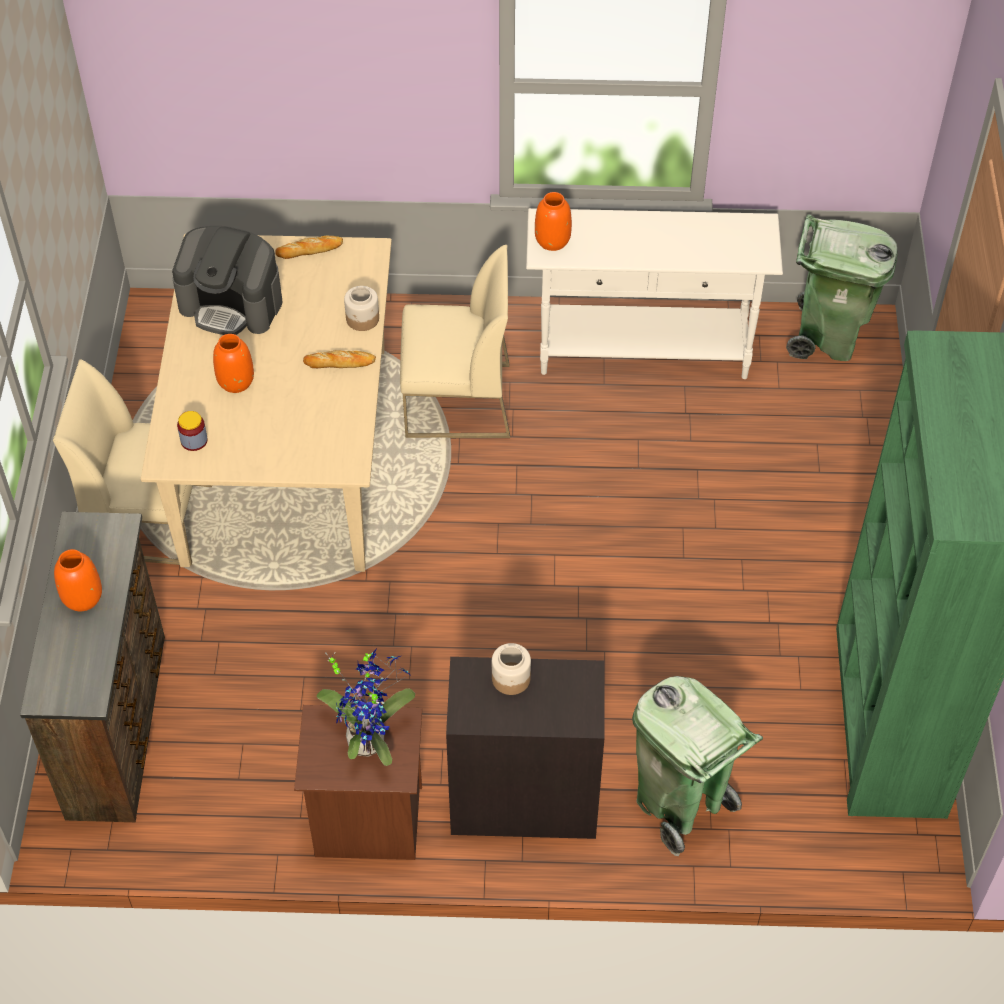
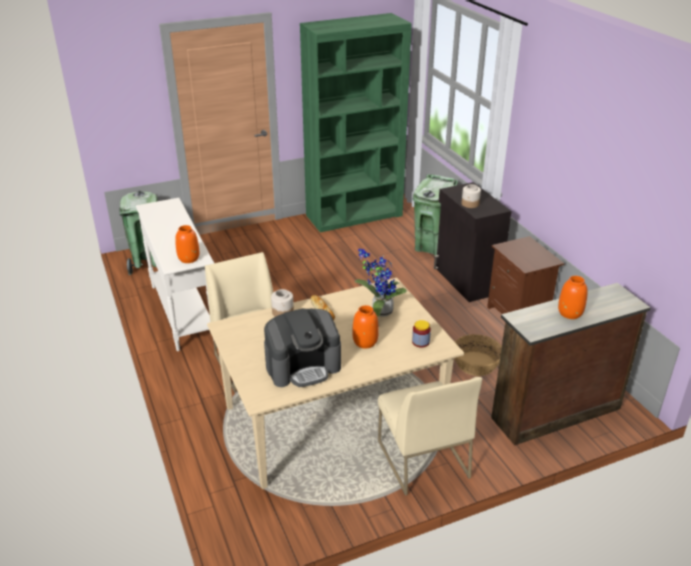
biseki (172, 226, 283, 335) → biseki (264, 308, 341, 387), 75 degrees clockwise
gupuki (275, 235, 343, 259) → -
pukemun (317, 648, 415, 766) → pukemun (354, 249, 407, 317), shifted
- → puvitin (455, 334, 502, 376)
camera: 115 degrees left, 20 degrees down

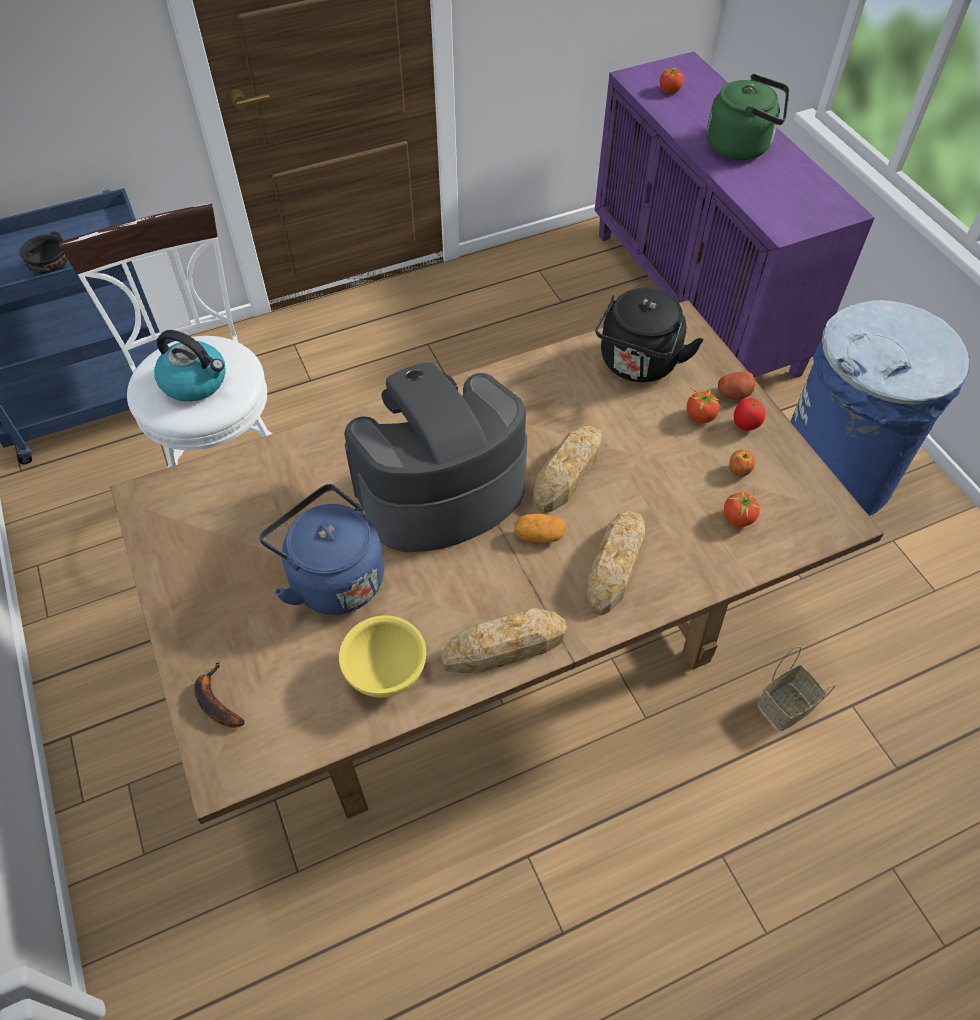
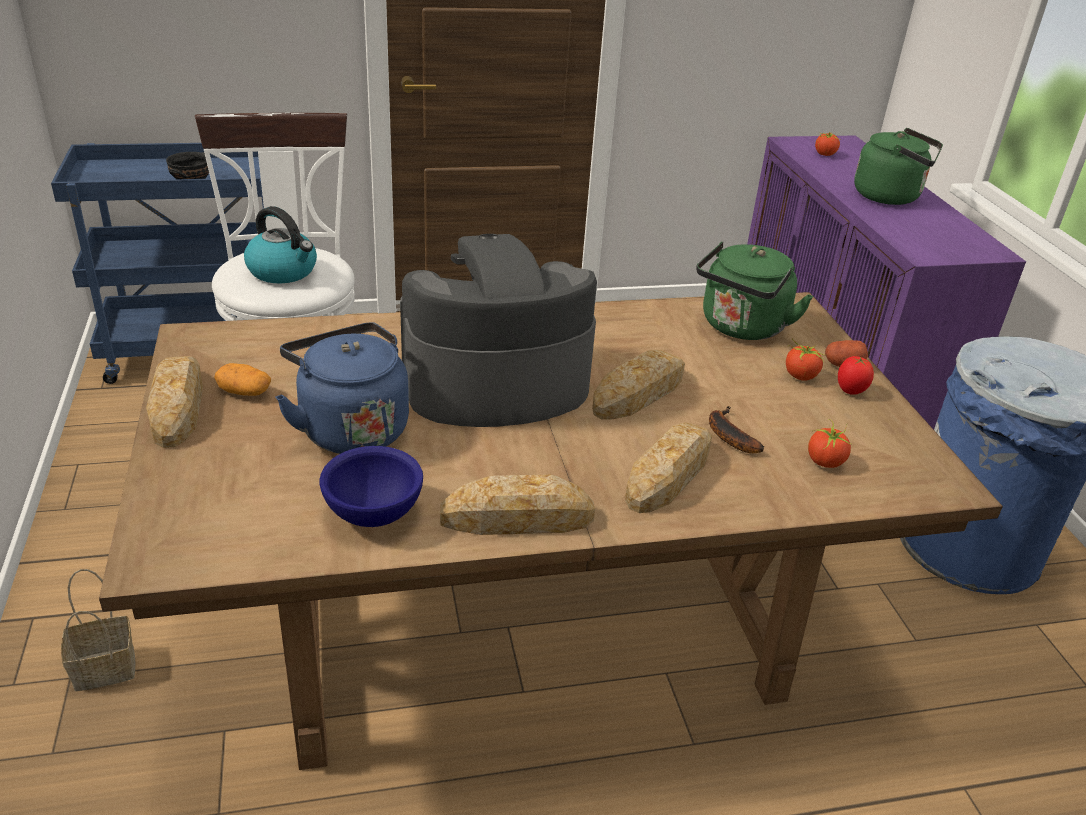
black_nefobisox (595, 288, 704, 382) → green_nefobisox (696, 242, 814, 340)
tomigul (729, 450, 756, 477) → -
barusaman (514, 513, 566, 543) → barusaman (214, 363, 271, 396), shifted
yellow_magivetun (339, 615, 426, 698) → blue_magivetun (319, 446, 423, 527)
puvitin (758, 646, 836, 731) → puvitin (61, 569, 135, 691), shifted
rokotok (194, 662, 245, 728) → rokotok (709, 406, 764, 453), shifted
- → gupuki (146, 356, 203, 448)
camera: 10 degrees right, 20 degrees down

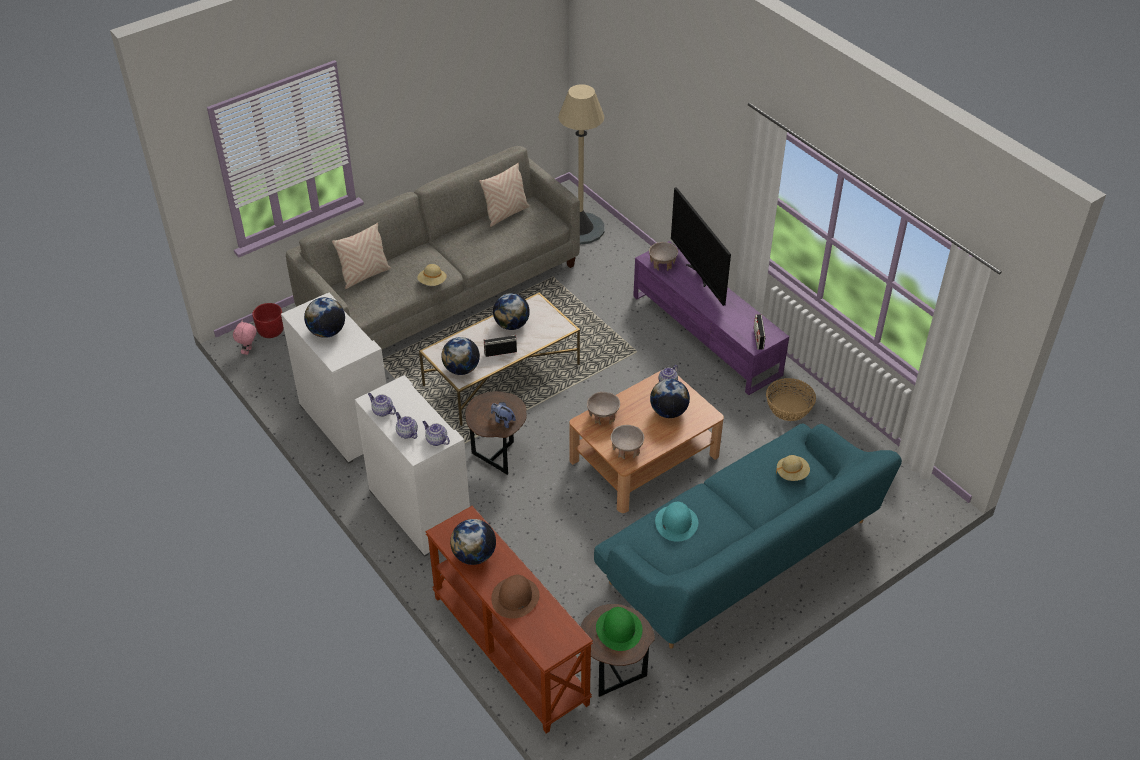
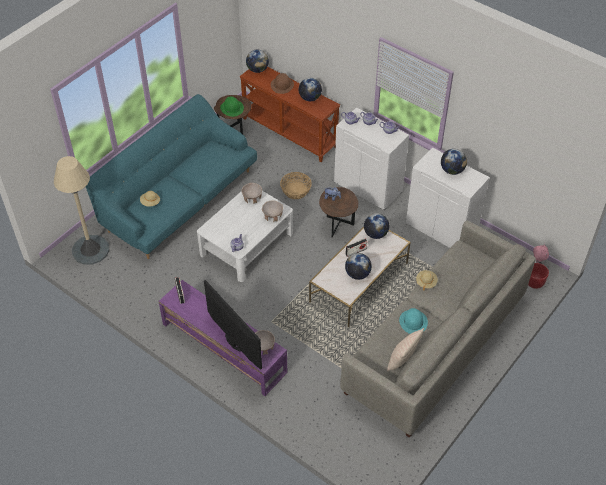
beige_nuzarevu (558, 84, 605, 244) → beige_nuzarevu (54, 156, 110, 265), shifted
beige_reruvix (332, 223, 391, 289) → -
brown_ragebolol (569, 370, 724, 513) → white_ragebolol (197, 191, 293, 282)
puvitin (766, 378, 816, 421) → puvitin (280, 172, 312, 199), shifted
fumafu (650, 379, 690, 418) → fumafu (246, 50, 269, 73), shifted
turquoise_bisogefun (655, 502, 698, 542) → turquoise_bisogefun (399, 308, 428, 334), shifted
camera: 165 degrees right, 5 degrees up

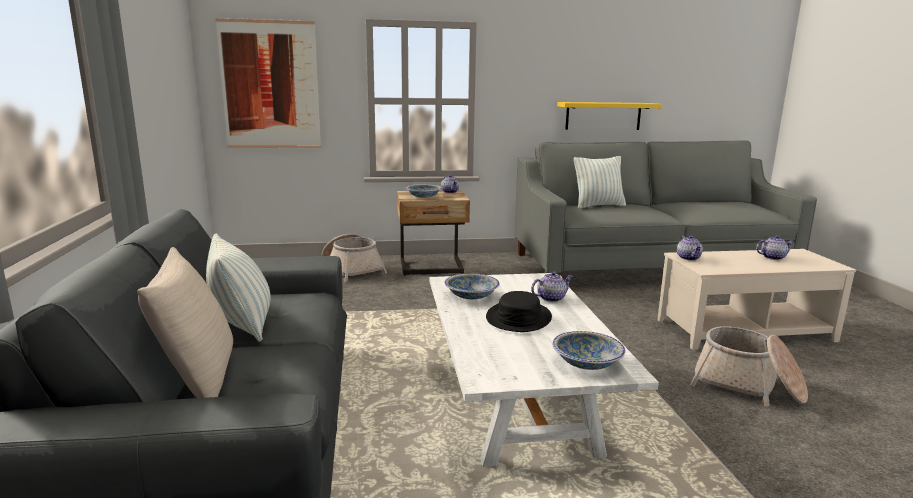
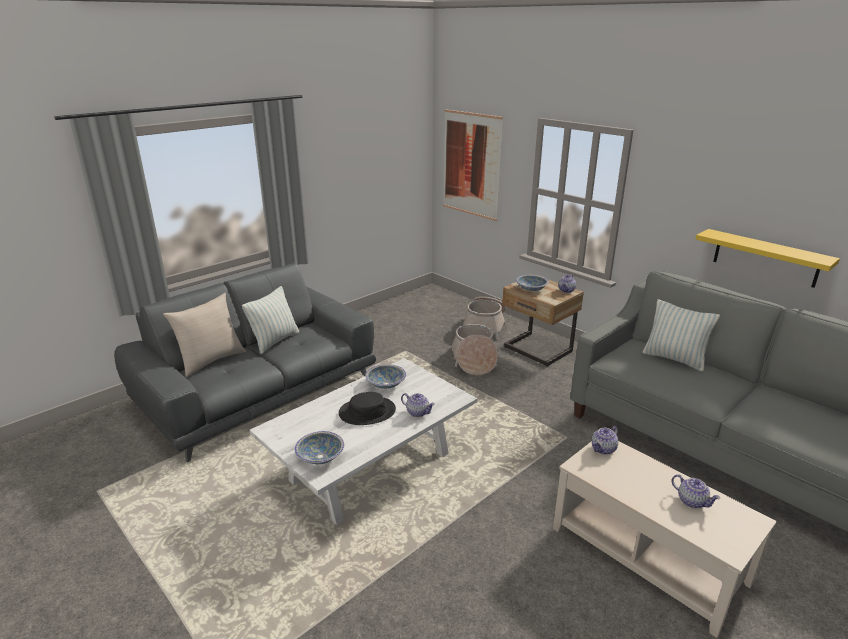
puvitin (690, 326, 808, 406) → puvitin (451, 324, 498, 375), shifted
camera: 55 degrees right, 10 degrees up

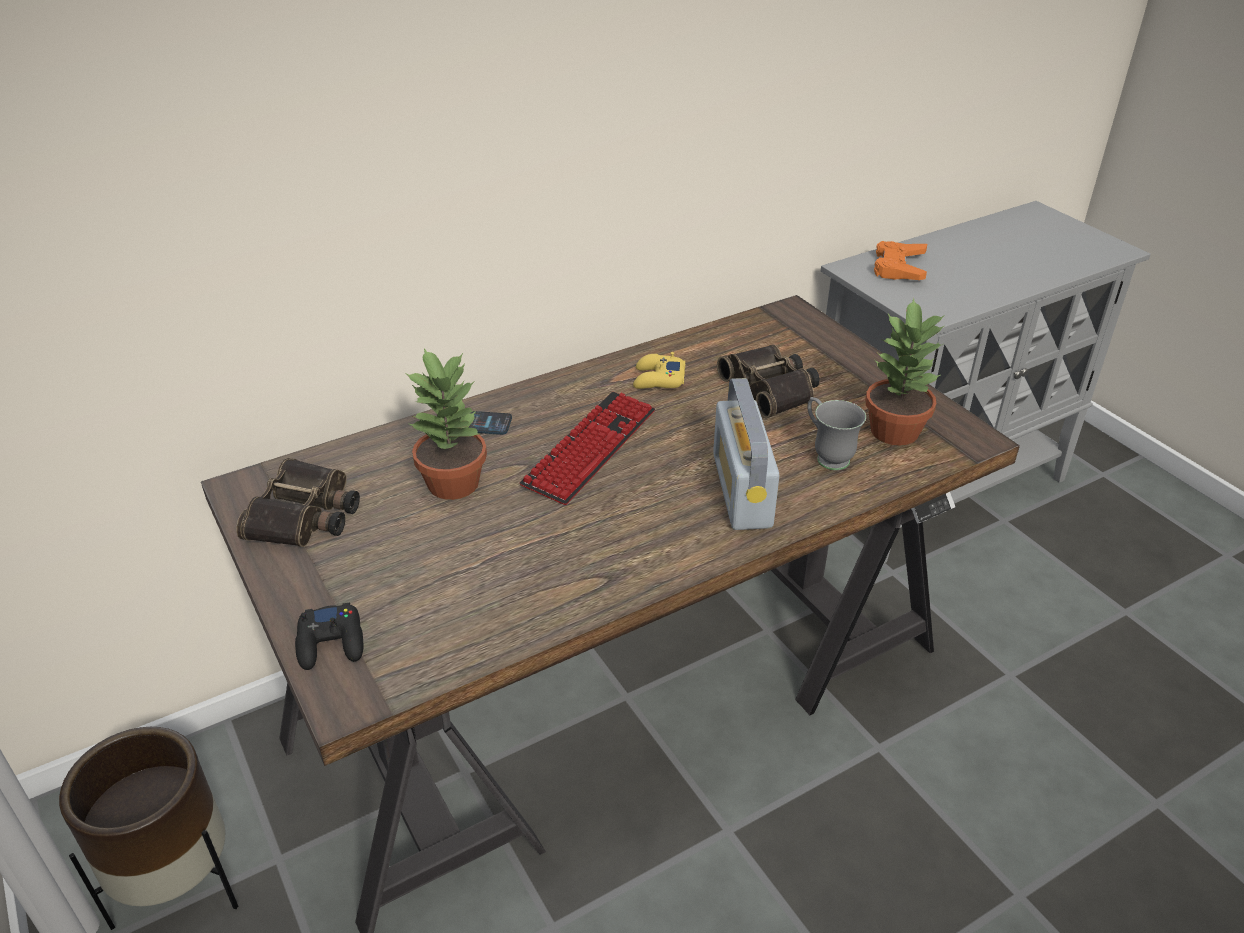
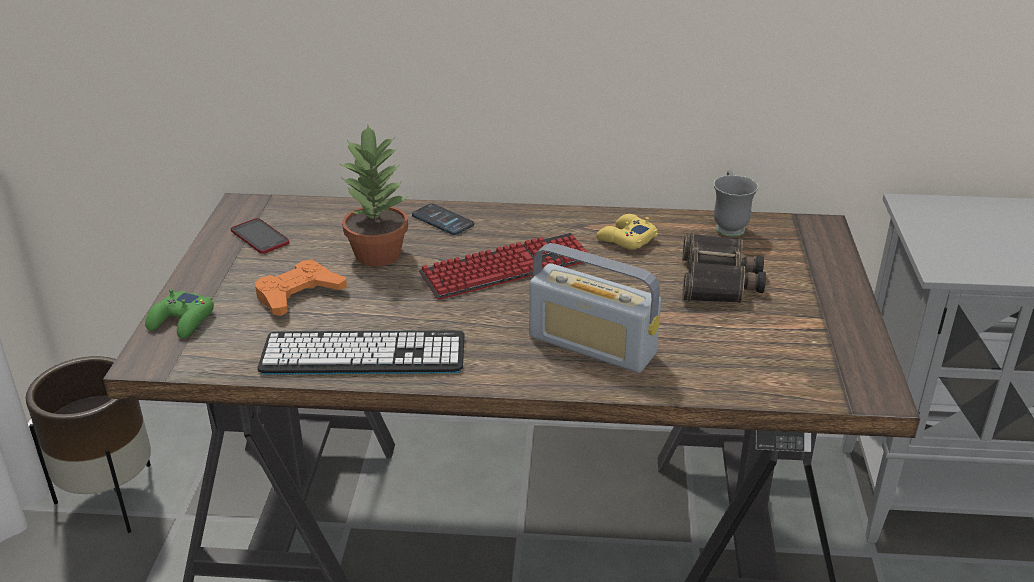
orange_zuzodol (874, 241, 927, 280) → orange_zuzodol (255, 260, 347, 316), shifted
pukemun (865, 298, 945, 446) → -
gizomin (713, 378, 779, 530) → gizomin (529, 243, 661, 373), 90 degrees counterclockwise
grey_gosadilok (807, 397, 866, 470) → grey_gosadilok (714, 170, 758, 237), shifted
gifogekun (236, 458, 360, 547) → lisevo (231, 218, 290, 254)
black_zuzodol (295, 602, 363, 670) → green_zuzodol (145, 289, 214, 339)
- → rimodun (257, 330, 465, 375)
camera: 35 degrees right, 5 degrees down

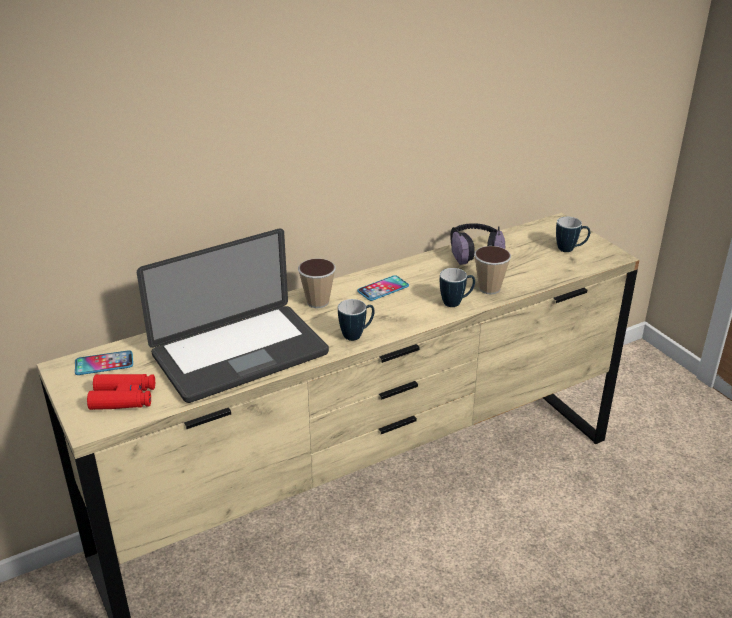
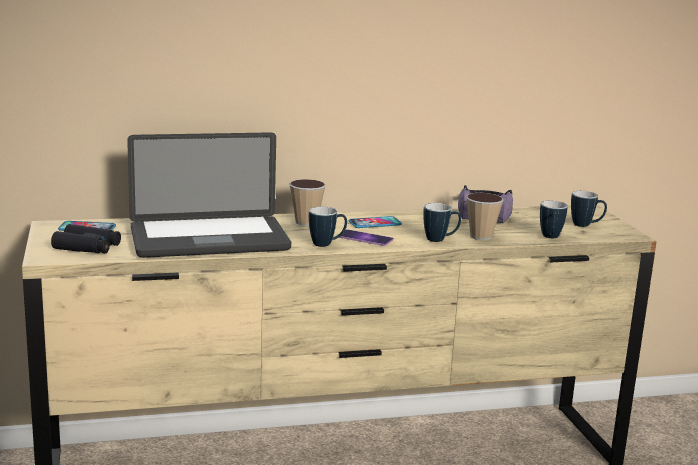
red_gifogekun (87, 374, 155, 410) → black_gifogekun (51, 224, 121, 253)
- → gosadilok (540, 201, 568, 238)
- → lisevo (338, 229, 394, 246)
camera: 15 degrees right, 15 degrees down

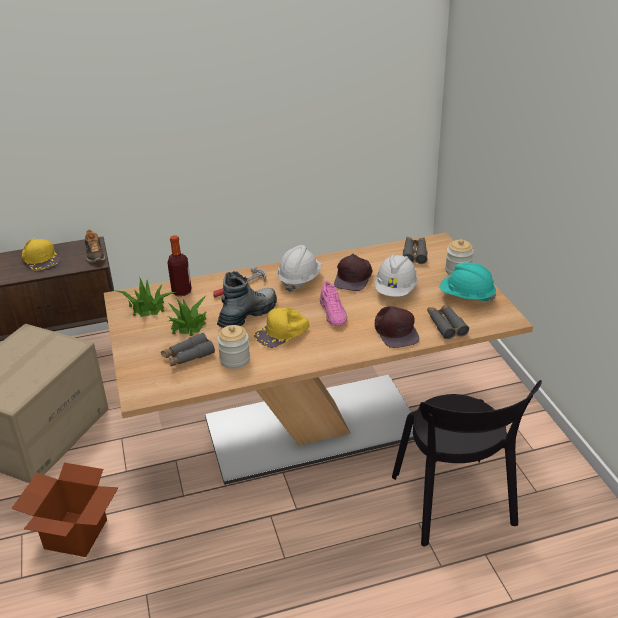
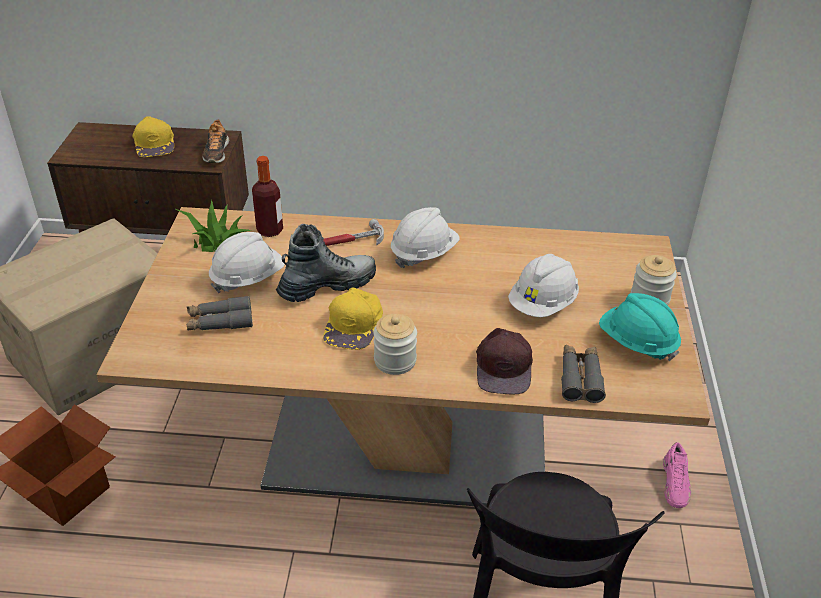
grey_gifogekun (403, 237, 428, 264) → -
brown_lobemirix (334, 254, 372, 291) → -
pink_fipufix (320, 281, 347, 326) → pink_fipufix (663, 442, 691, 508), shifted
pukemun (167, 296, 207, 336) → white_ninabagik (209, 232, 285, 293)
yellow_lobemirix (254, 307, 309, 348) → yellow_lobemirix (323, 287, 383, 350), 60 degrees counterclockwise
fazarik (217, 325, 250, 369) → fazarik (373, 314, 417, 375), shifted
camera: 20 degrees right, 5 degrees up

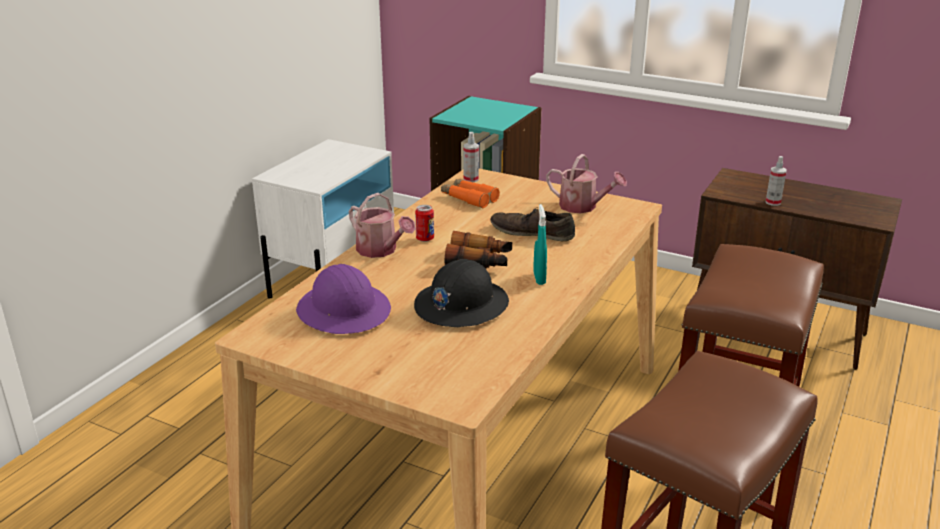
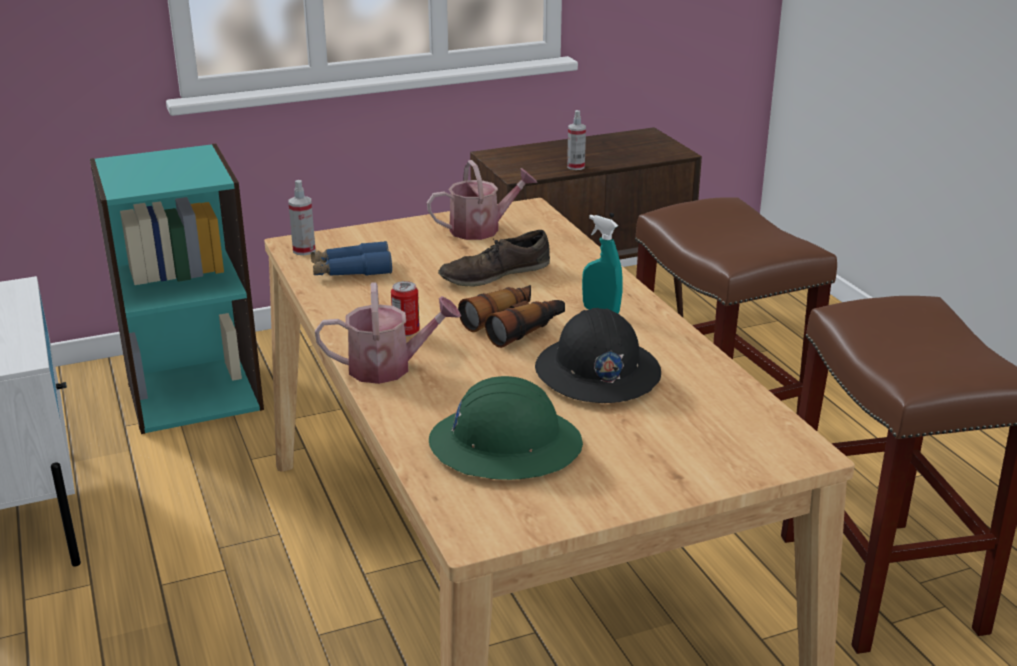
orange_gifogekun (441, 179, 500, 208) → blue_gifogekun (311, 241, 392, 276)
purple_ninabagik (296, 264, 391, 334) → green_ninabagik (429, 376, 583, 480)
camera: 50 degrees left, 0 degrees up

